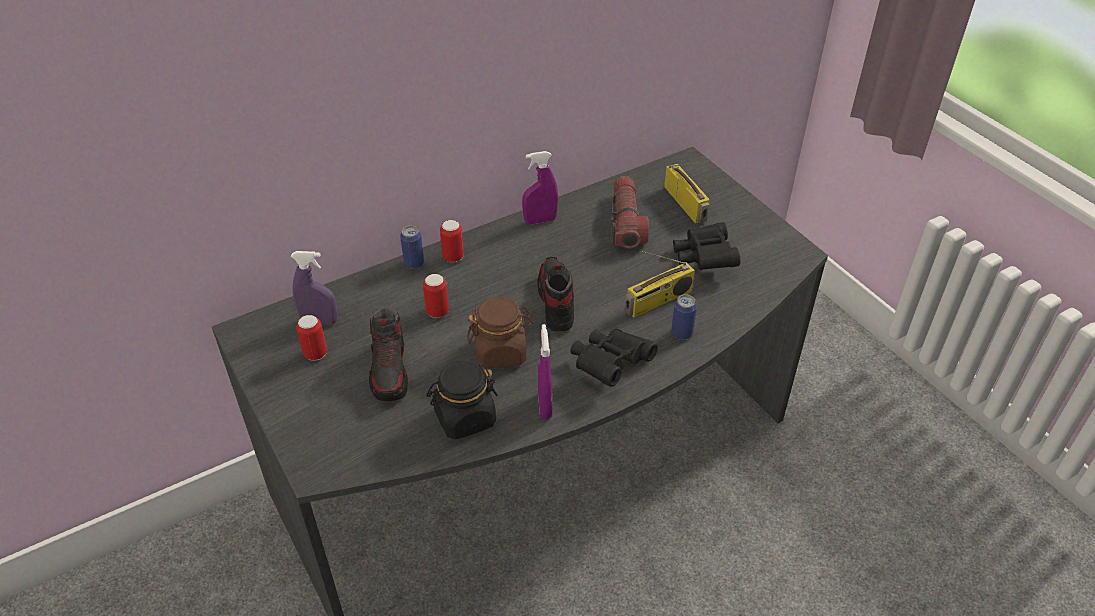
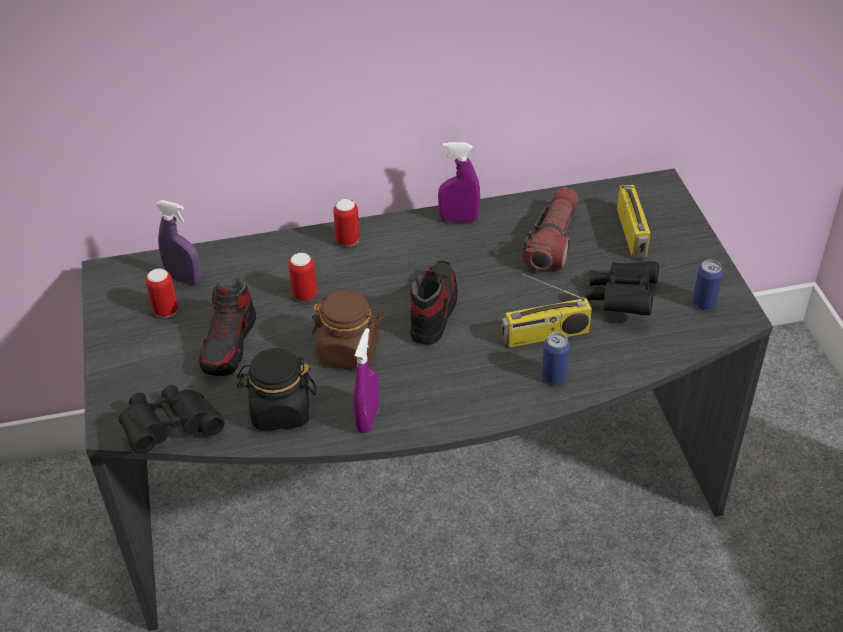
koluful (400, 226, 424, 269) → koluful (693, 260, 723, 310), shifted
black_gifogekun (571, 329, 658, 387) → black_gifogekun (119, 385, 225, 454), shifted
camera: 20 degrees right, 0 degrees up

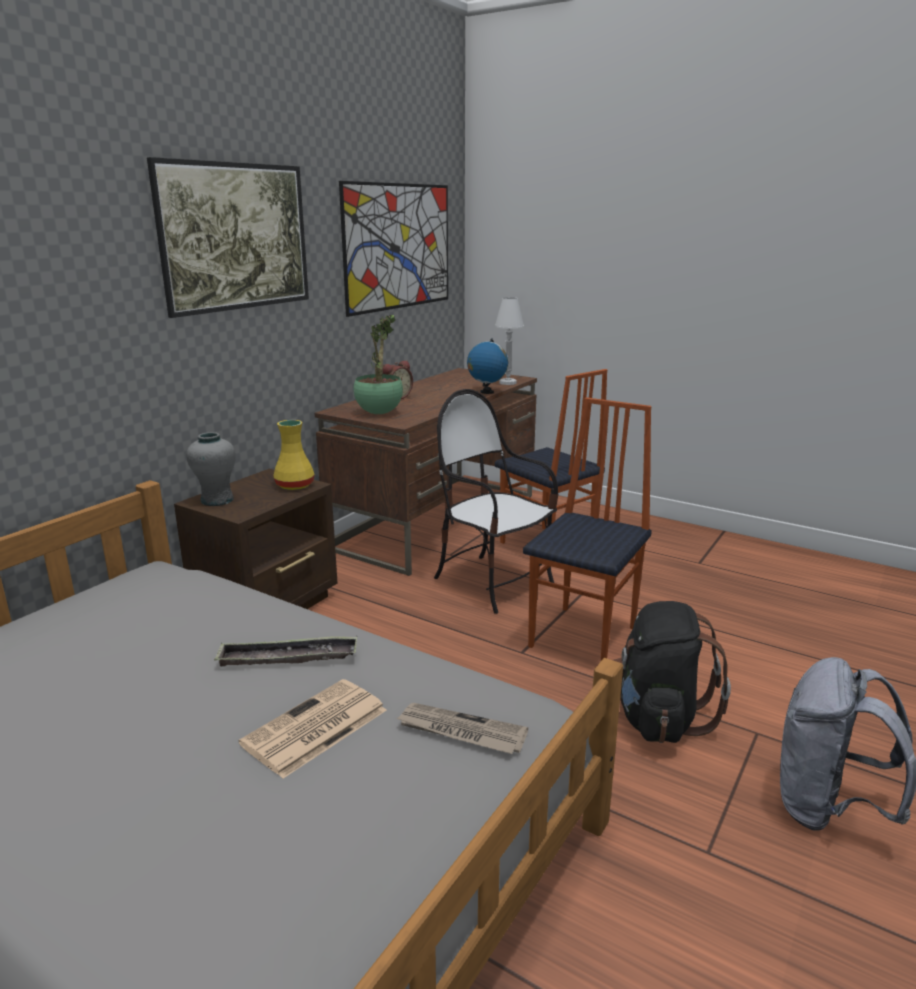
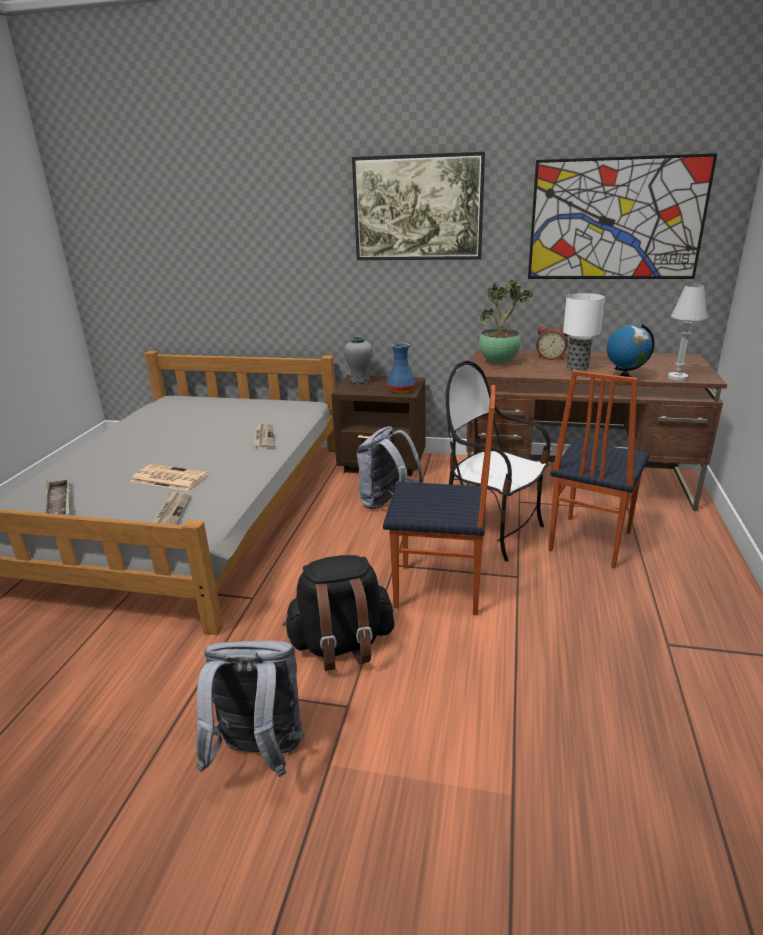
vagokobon (434, 389, 558, 614) → vagokobon (446, 360, 551, 561), 75 degrees counterclockwise
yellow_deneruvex (274, 420, 315, 490) → blue_deneruvex (387, 343, 415, 393)
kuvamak (214, 636, 357, 666) → kuvamak (45, 478, 69, 515), shifted
- → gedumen (563, 293, 605, 371)
- → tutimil (254, 423, 275, 449)
- → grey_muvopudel (357, 426, 424, 509)
camera: 70 degrees right, 5 degrees up

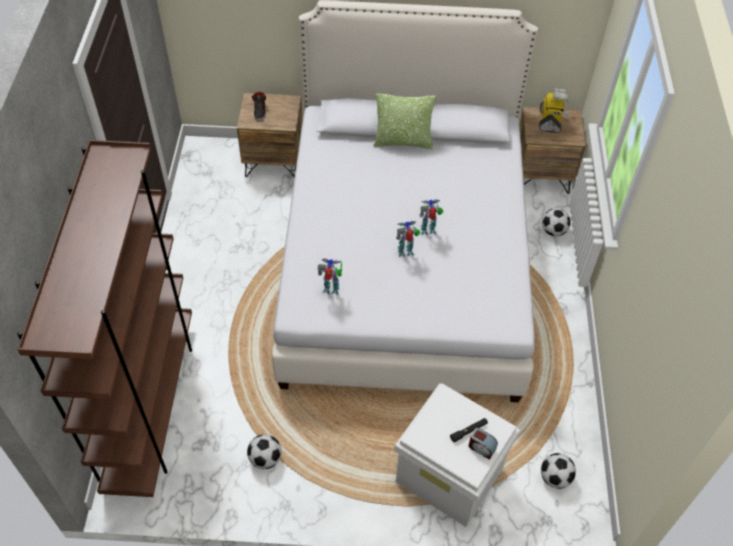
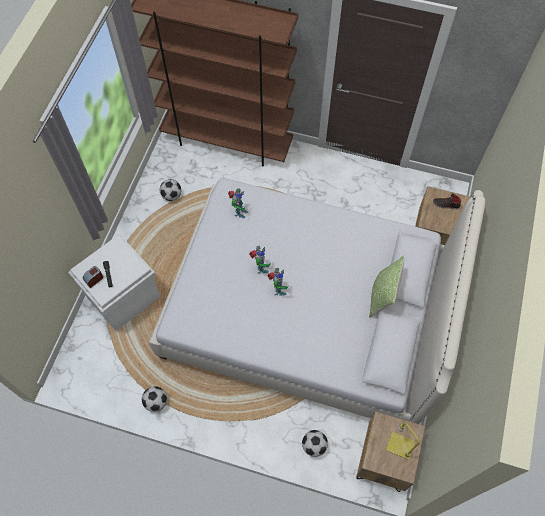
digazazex (539, 88, 569, 133) → yellow_gedumen (386, 423, 419, 460)
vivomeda (541, 453, 576, 489) → vivomeda (142, 386, 167, 412), shifted
camera: 105 degrees right, 10 degrees up

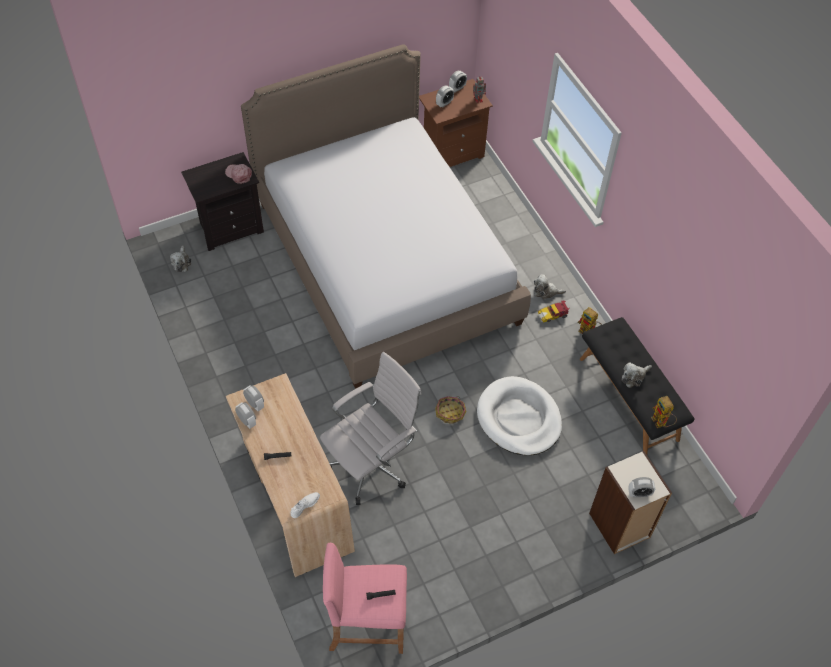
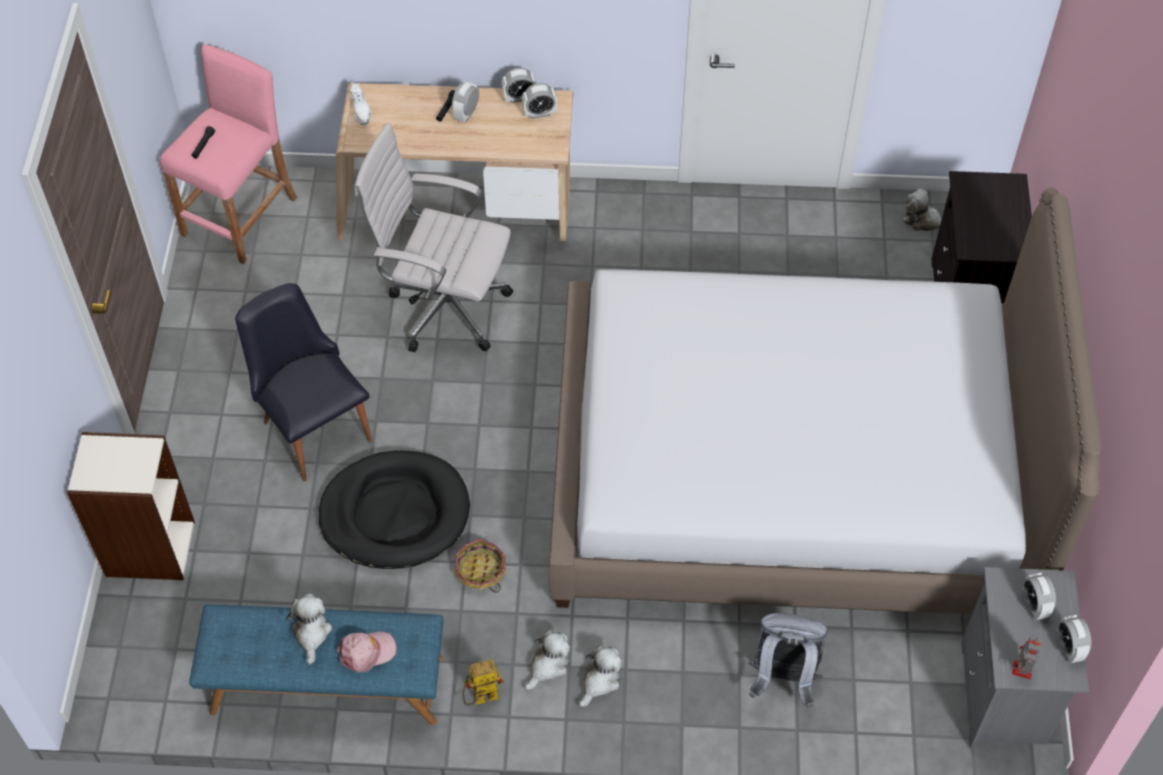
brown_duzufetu (419, 79, 493, 167) → grey_duzufetu (961, 567, 1089, 749)
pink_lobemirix (225, 164, 252, 184) → pink_lobemirix (337, 632, 396, 673), shifted
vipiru (538, 301, 570, 323) → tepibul (525, 630, 570, 690)
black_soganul (580, 317, 694, 454) → blue_soganul (189, 604, 444, 725)
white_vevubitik (320, 352, 421, 505) → white_vevubitik (355, 123, 513, 352), 120 degrees clockwise
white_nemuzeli (477, 376, 562, 456) → black_nemuzeli (318, 450, 470, 569)
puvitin (435, 396, 467, 424) → puvitin (454, 538, 506, 593), shifted
digazazex (651, 396, 677, 428) → -
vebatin (628, 477, 655, 497) → vebatin (452, 82, 479, 122), shifted
- → black_vagokobon (235, 283, 372, 481)
- → grey_muvopudel (748, 613, 828, 709)
camera: 120 degrees right, 0 degrees up

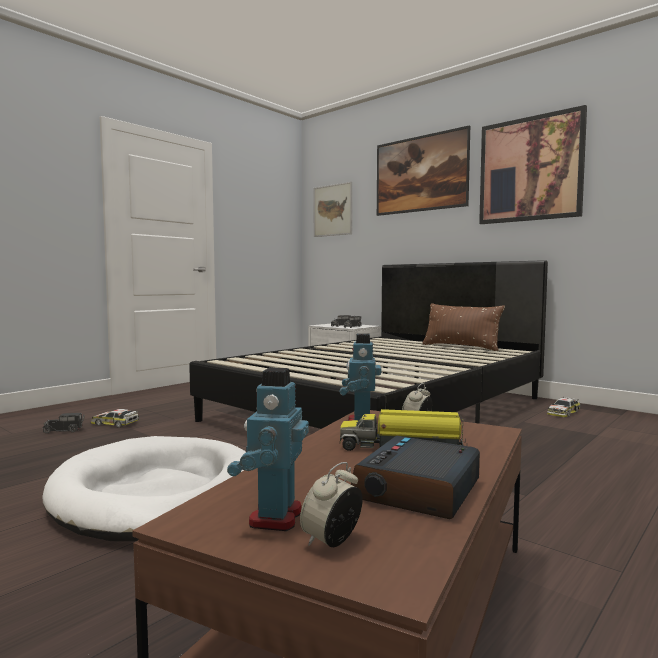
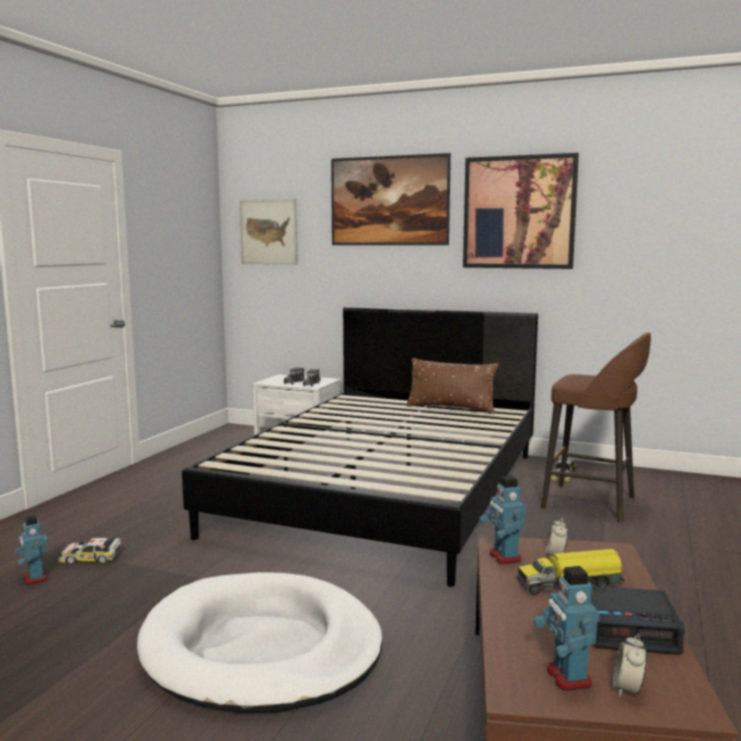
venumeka (42, 413, 85, 433) → digazazex (15, 515, 48, 585)
vebatin (351, 436, 480, 519) → vebatin (591, 586, 685, 655), 90 degrees counterclockwise
- → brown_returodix (541, 333, 651, 523)
camera: 20 degrees left, 5 degrees up

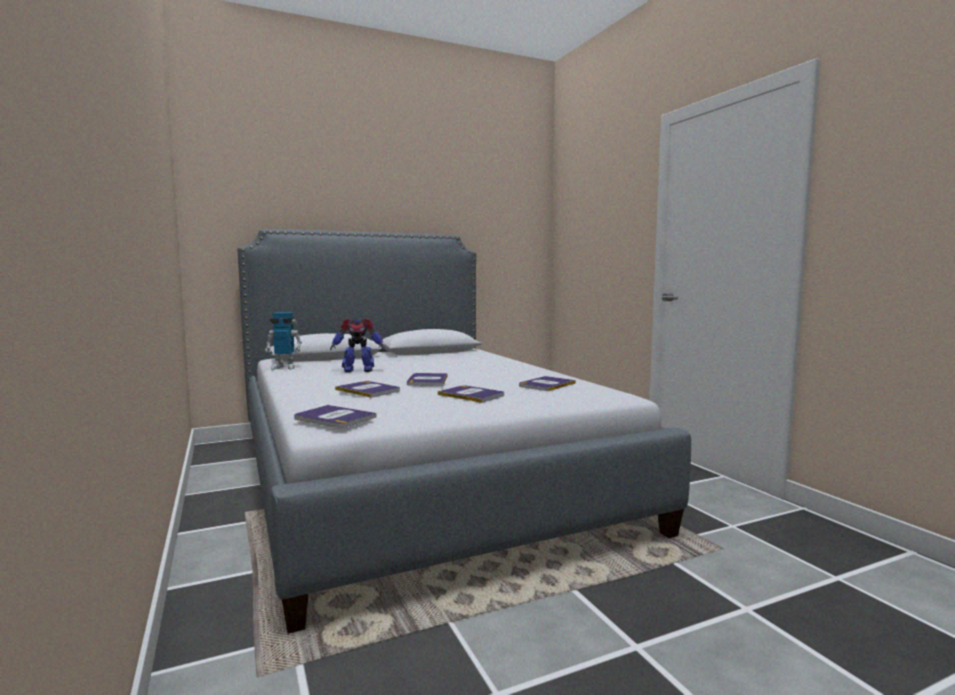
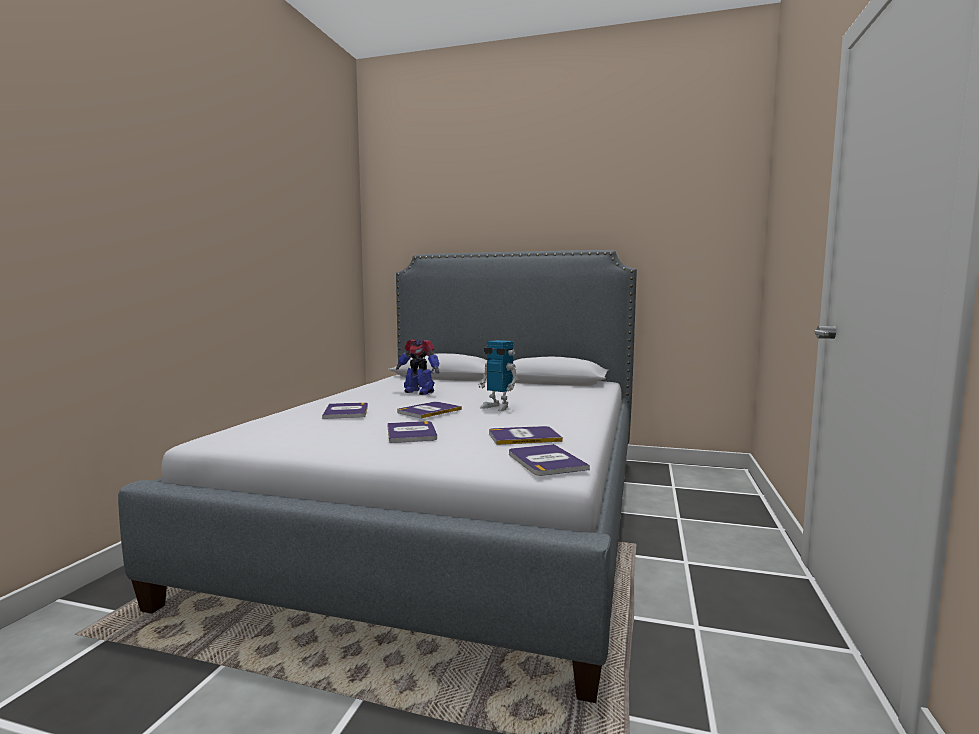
digazazex (265, 312, 302, 370) → digazazex (478, 340, 518, 411), shifted
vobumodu (294, 405, 377, 428) → vobumodu (509, 444, 590, 476), shifted
camera: 40 degrees right, 0 degrees up

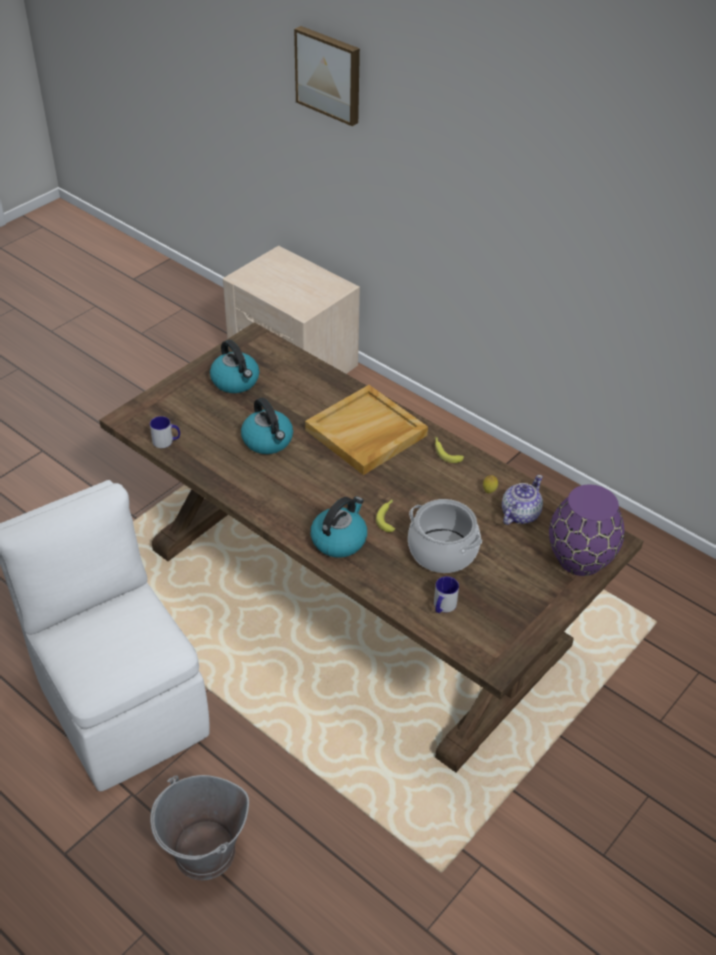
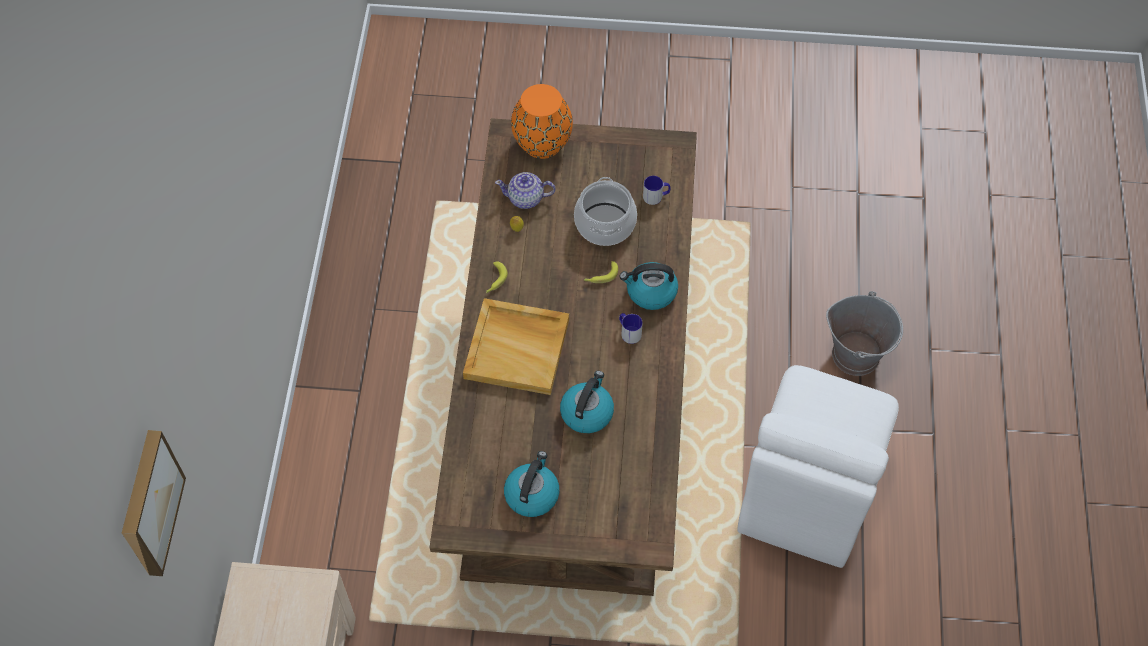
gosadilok (150, 416, 180, 448) → gosadilok (619, 313, 643, 344), shifted
purple_deneruvex (549, 485, 624, 576) → orange_deneruvex (511, 84, 573, 159)
camera: 125 degrees left, 15 degrees up

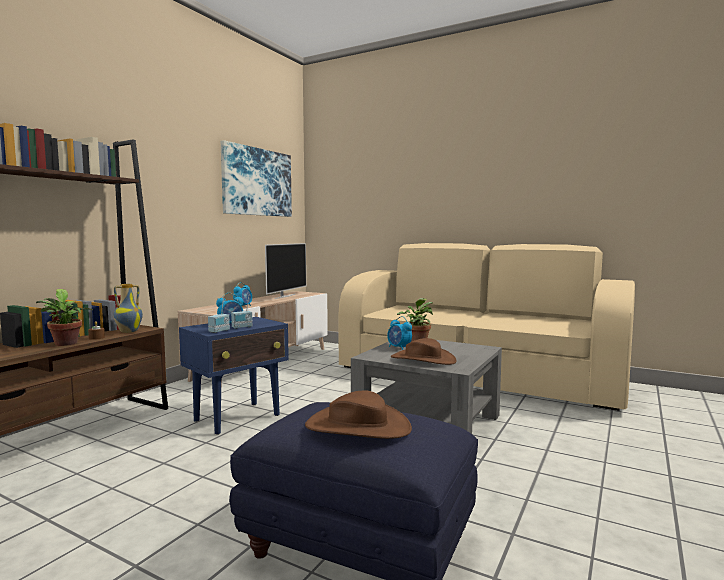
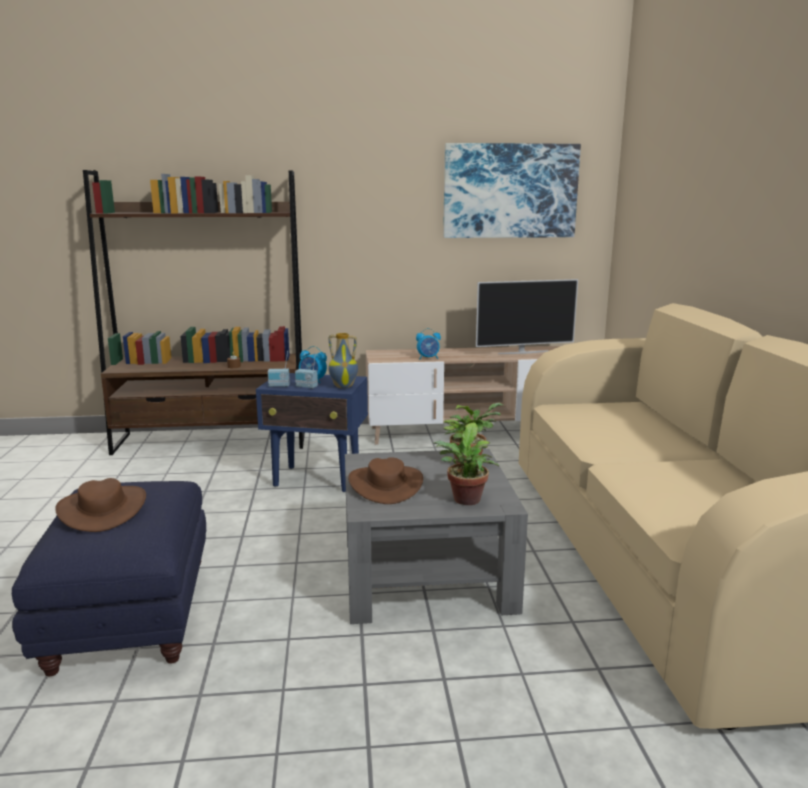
deneruvex (113, 284, 143, 333) → deneruvex (329, 333, 358, 388), shifted
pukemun (36, 289, 93, 346) → pukemun (433, 423, 500, 505), shifted
vebatin (387, 316, 412, 350) → -
camera: 55 degrees right, 10 degrees up

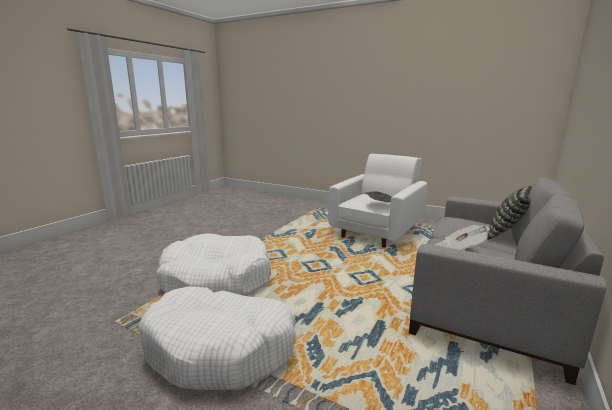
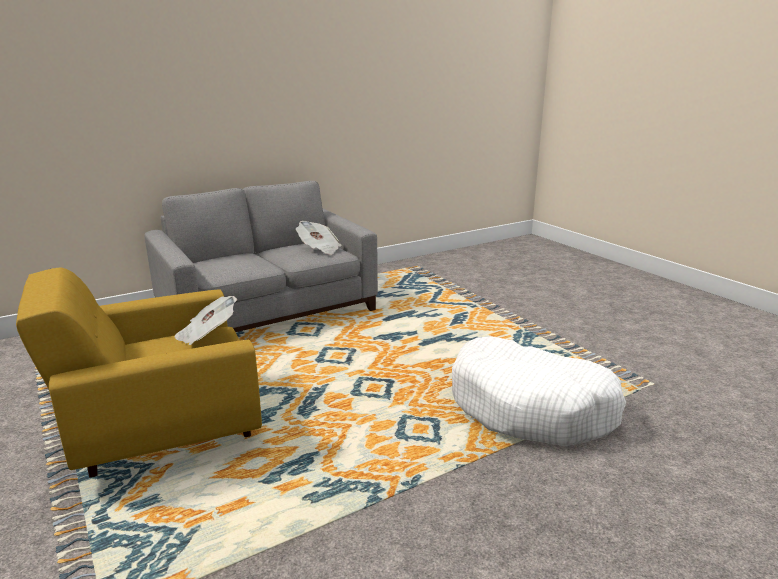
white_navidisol (328, 154, 428, 248) → yellow_navidisol (16, 267, 262, 478)
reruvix (487, 186, 532, 240) → -
white_nemuzeli (138, 286, 296, 390) → -
camera: 150 degrees left, 5 degrees up

